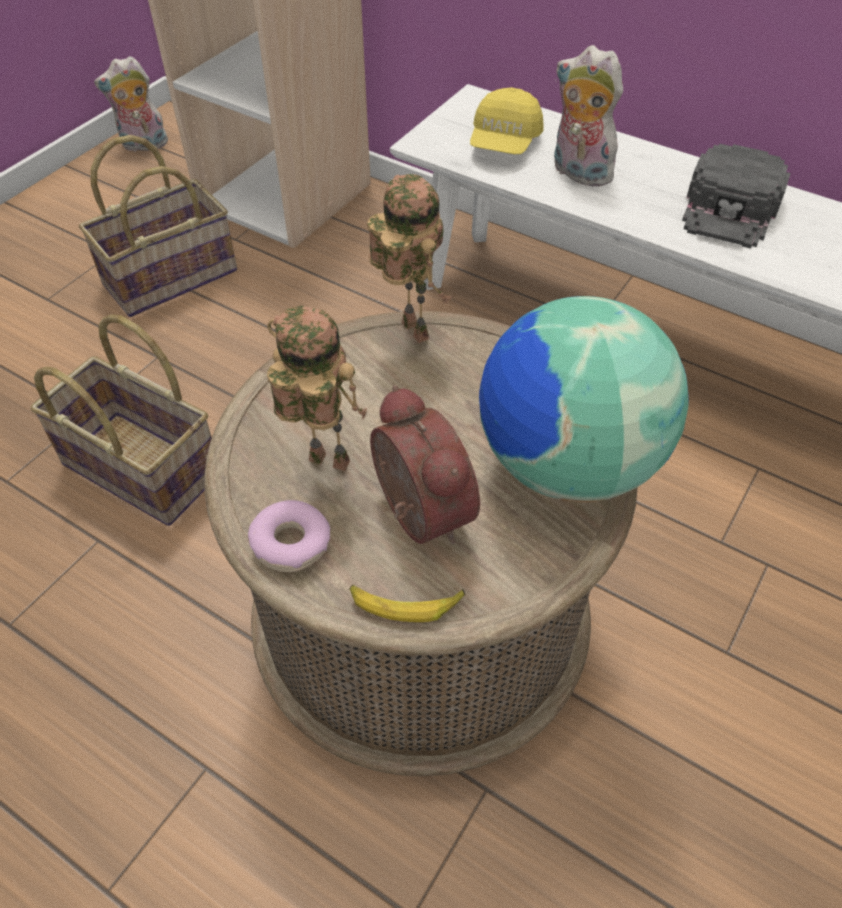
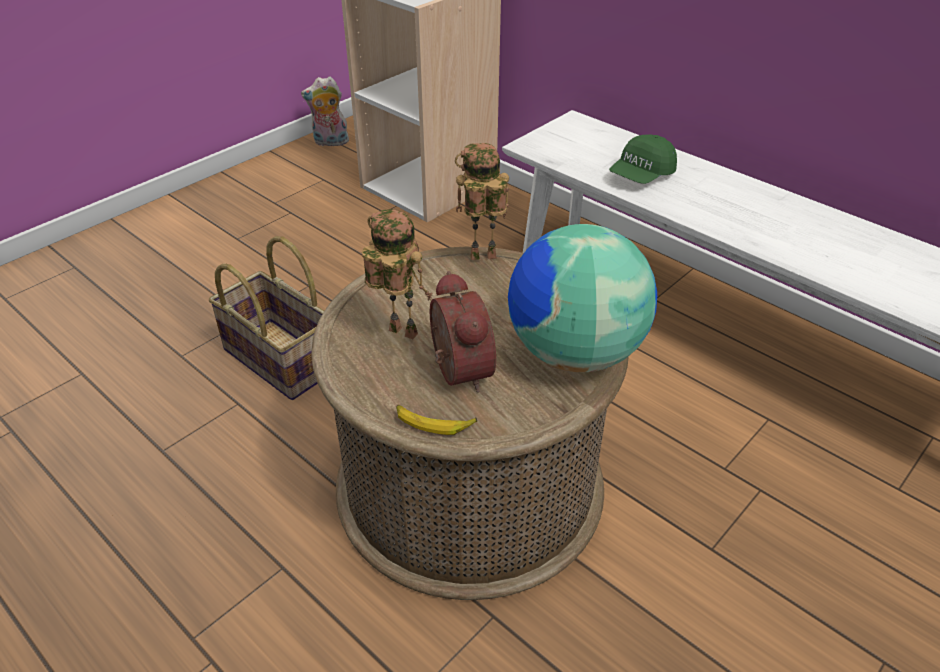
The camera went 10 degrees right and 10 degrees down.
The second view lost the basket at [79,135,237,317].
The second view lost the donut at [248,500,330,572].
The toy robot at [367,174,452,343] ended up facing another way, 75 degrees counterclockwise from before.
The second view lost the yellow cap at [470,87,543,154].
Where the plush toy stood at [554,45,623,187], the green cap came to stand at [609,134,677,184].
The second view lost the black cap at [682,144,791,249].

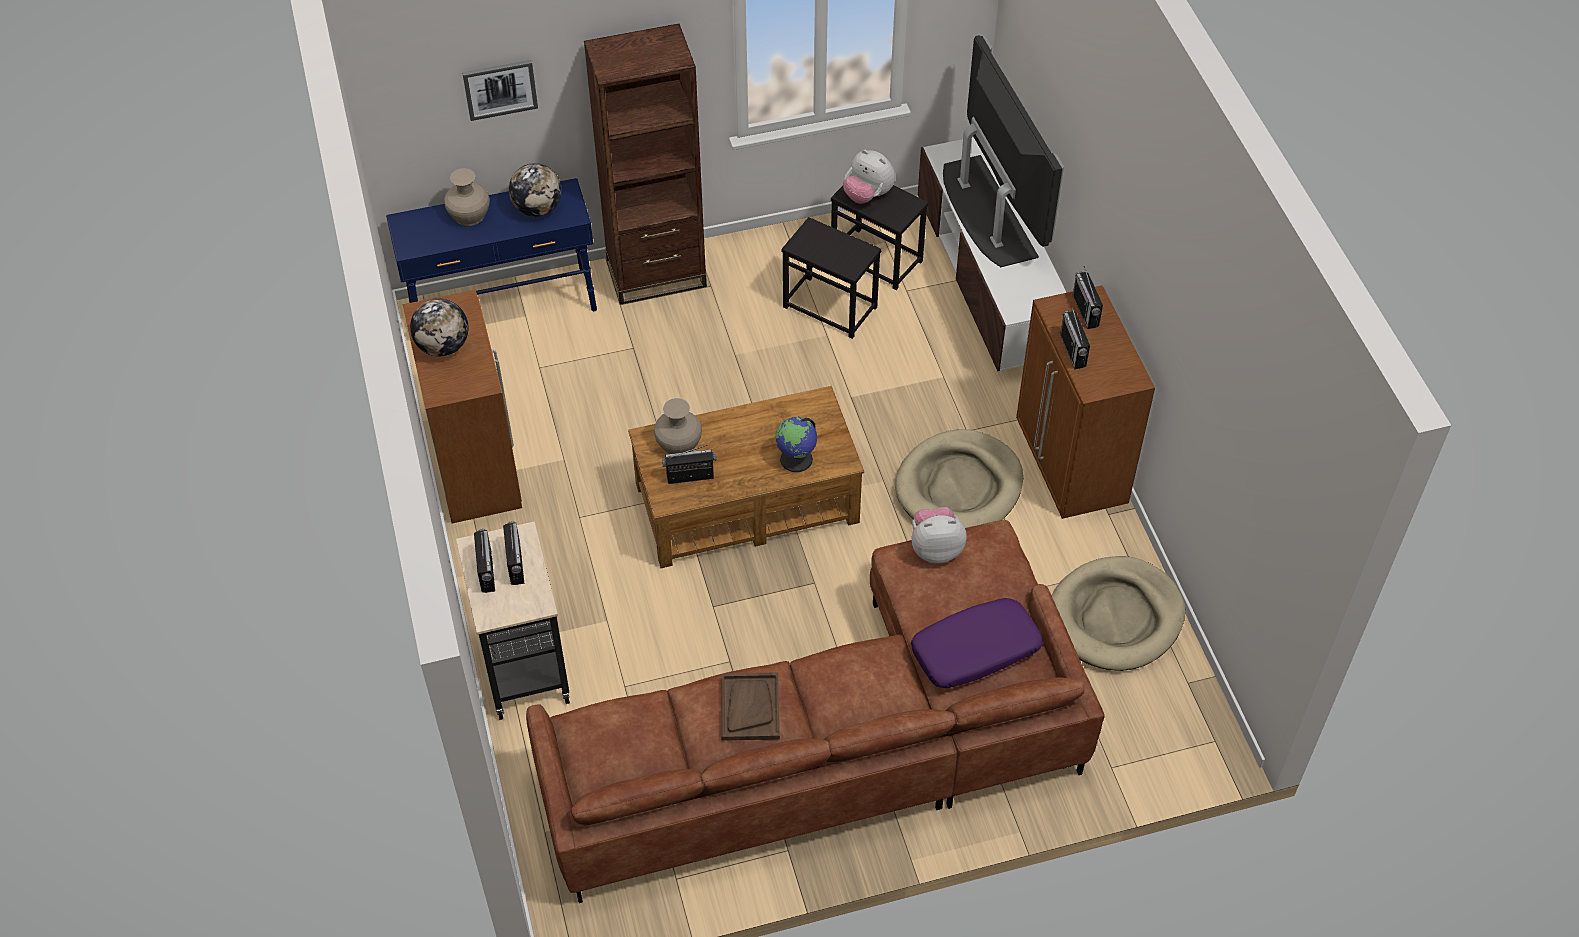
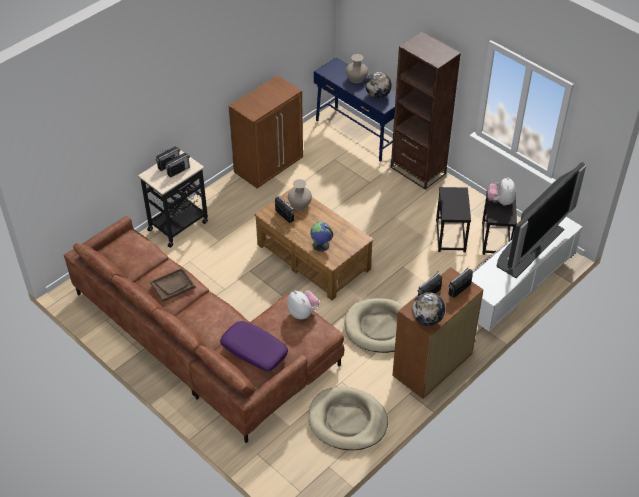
The camera went 60 degrees right and 5 degrees down.
The globe ended up elsewhere, having gone from [410,299,469,356] to [412,292,445,326].
The second view lost the picture at [462,60,538,121].

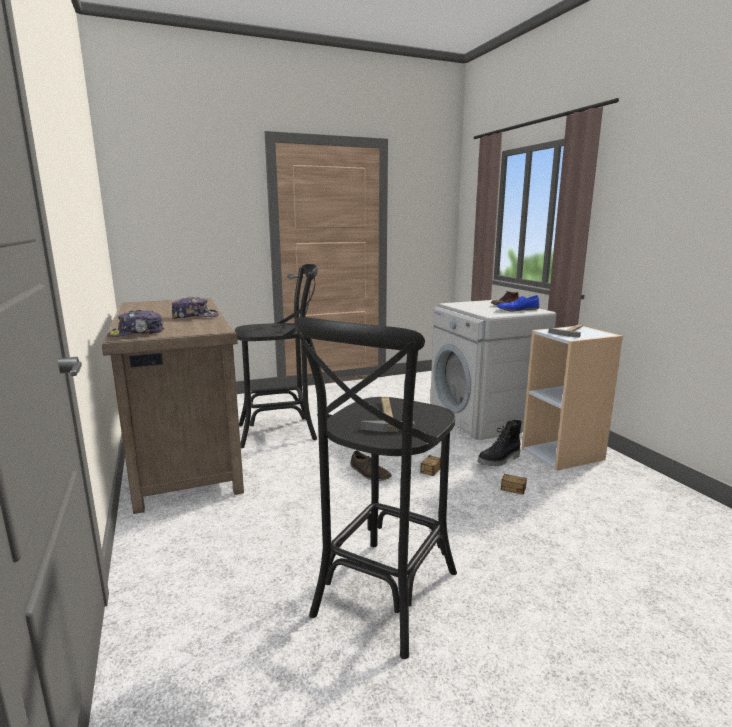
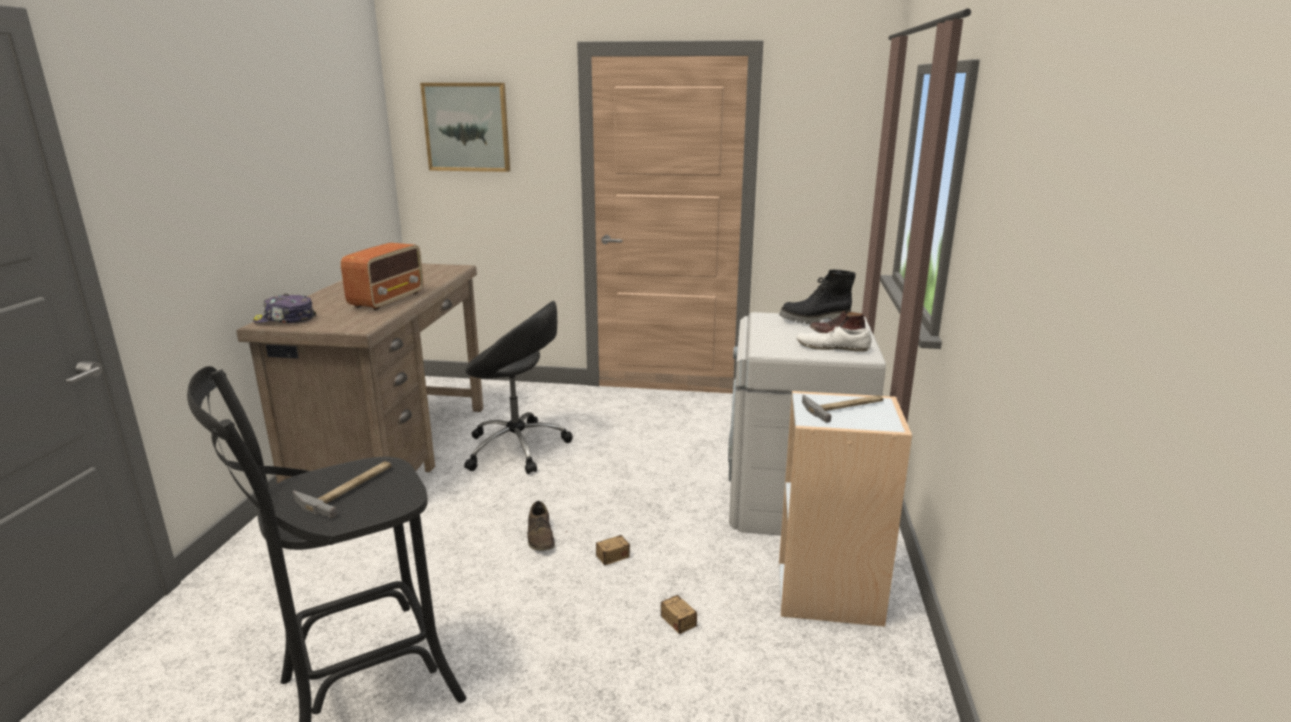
The camera went 30 degrees right and 5 degrees up.
Where the cap stood at [172,297,219,319], the radio came to stand at [341,243,423,310].
Where the black stool stood at [235,264,318,448], the black office chair came to stand at [464,301,573,474].
The black boot ended up elsewhere, having gone from [477,420,522,466] to [779,270,856,324].
What was the blue shoe at [497,295,539,311] turned into the white shoe at [796,327,872,352].
The second view gained the picture at [420,83,510,172].

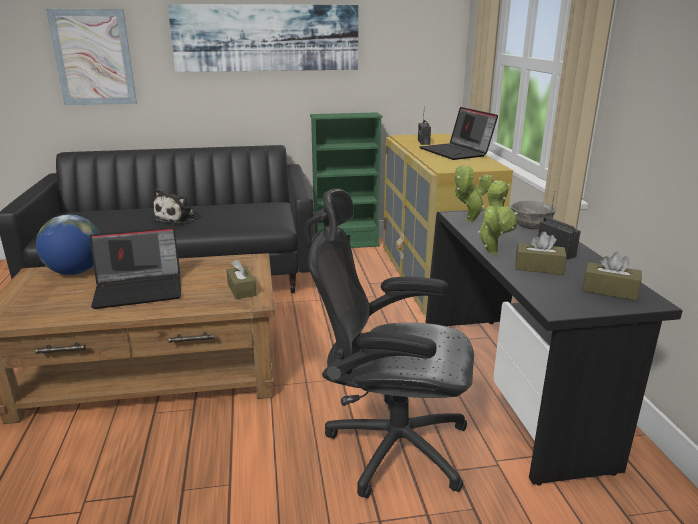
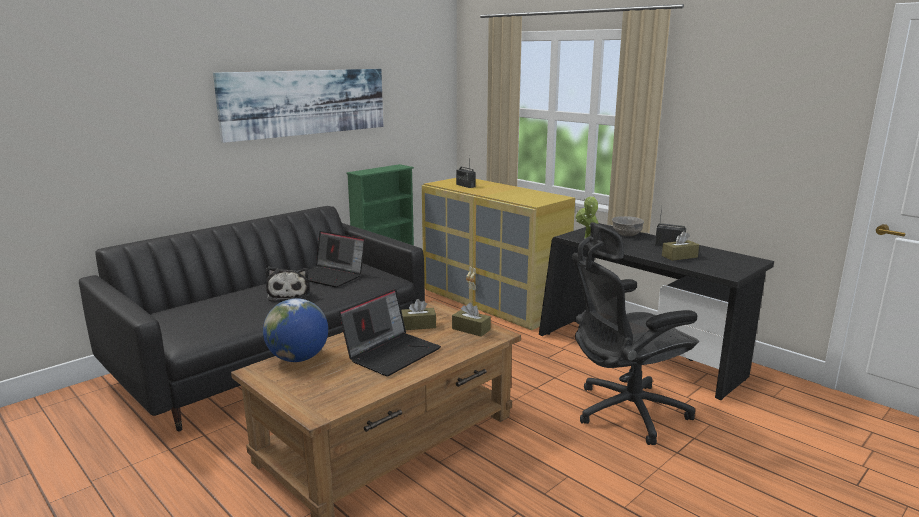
The camera went 35 degrees left and 5 degrees down.
The second view lost the picture at [46,9,137,105].
The laptop ended up elsewhere, having gone from [420,107,498,160] to [308,231,365,288].
The second view lost the potted plant at [478,180,518,255].
The brown tissue box ended up elsewhere, having gone from [582,252,641,300] to [401,299,436,330].

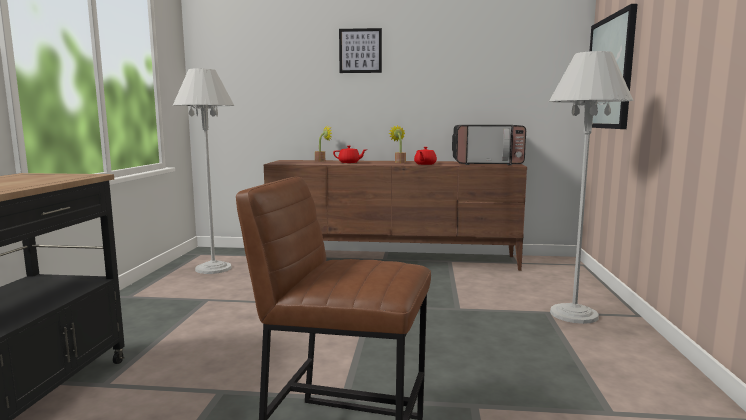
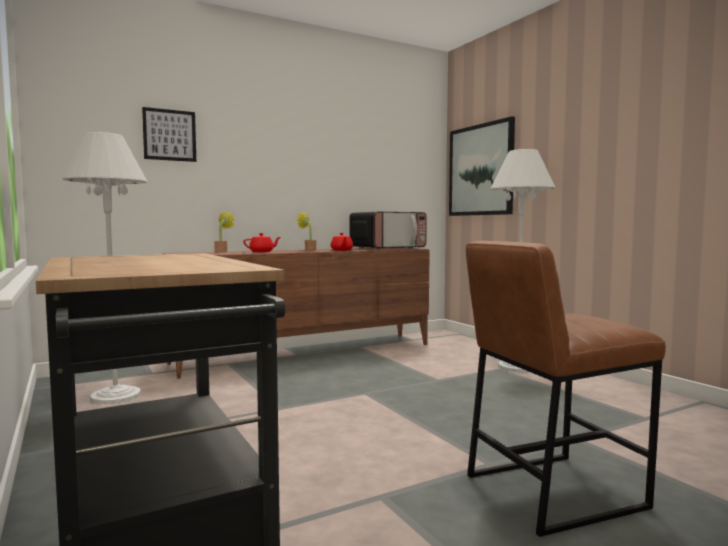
The camera went 35 degrees left and 5 degrees down.
The picture ended up elsewhere, having gone from [339,28,382,73] to [142,107,196,162].

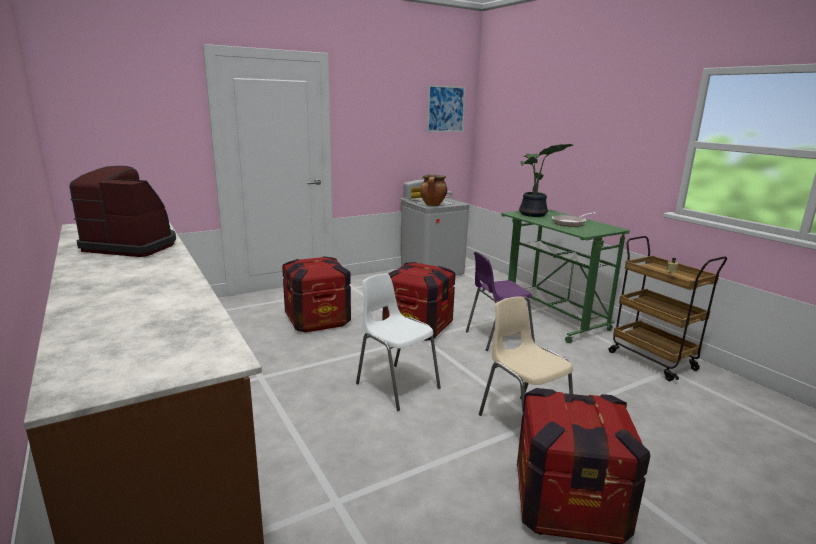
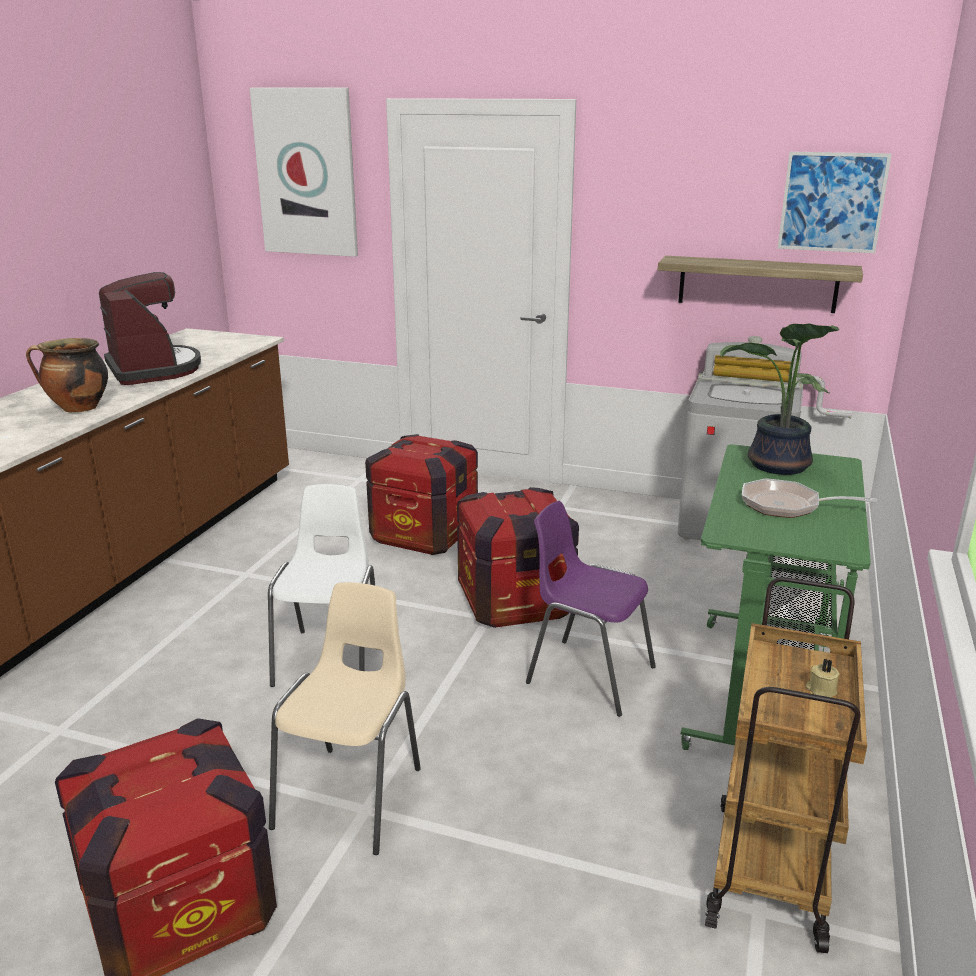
The camera went 50 degrees right and 5 degrees up.
The cooking pot ended up elsewhere, having gone from [420,175,447,206] to [26,338,108,412].
The second view gained the picture at [250,88,358,257].
The second view gained the shelf at [658,256,863,313].

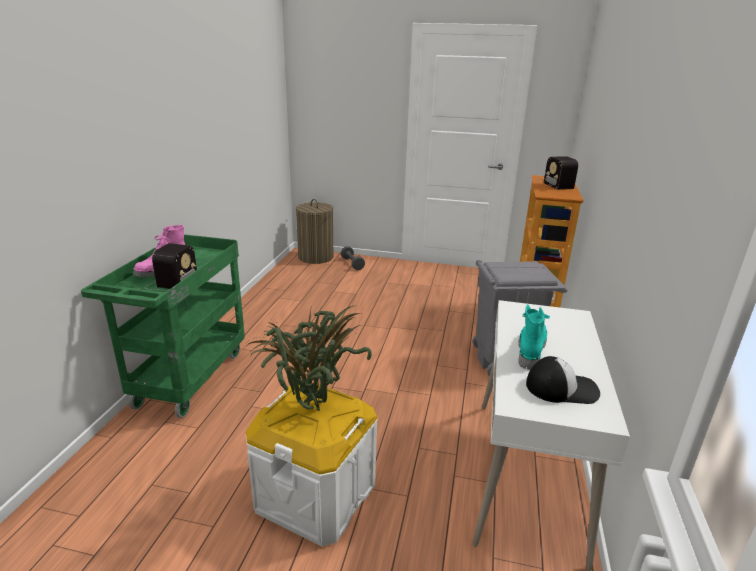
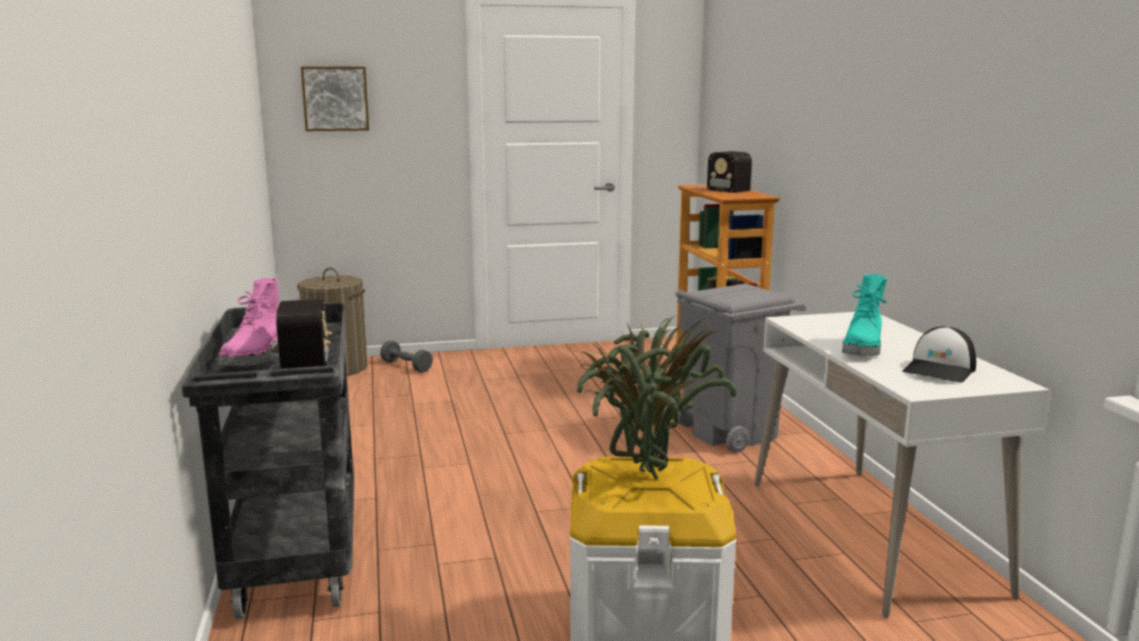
The camera went 25 degrees left and 10 degrees down.
What was the green cart at [81,234,245,418] turned into the black cart at [182,302,354,619].
The turquoise boot at [518,304,550,370] ended up facing another way, 150 degrees counterclockwise from before.
The cap at [526,356,600,404] ended up facing another way, 150 degrees clockwise from before.
The second view gained the picture at [301,66,369,131].

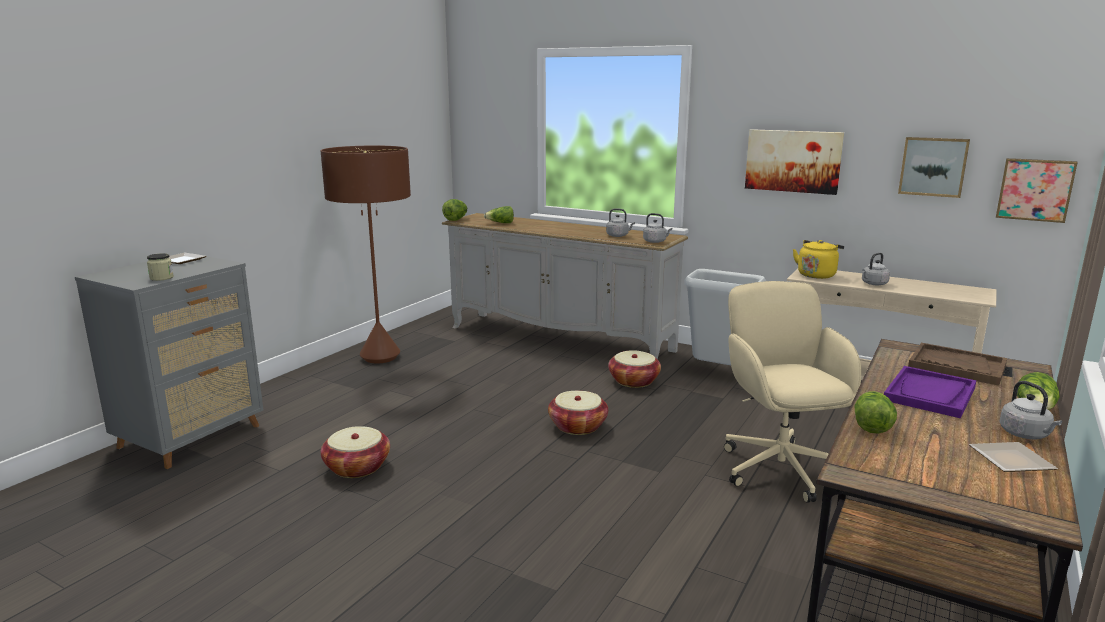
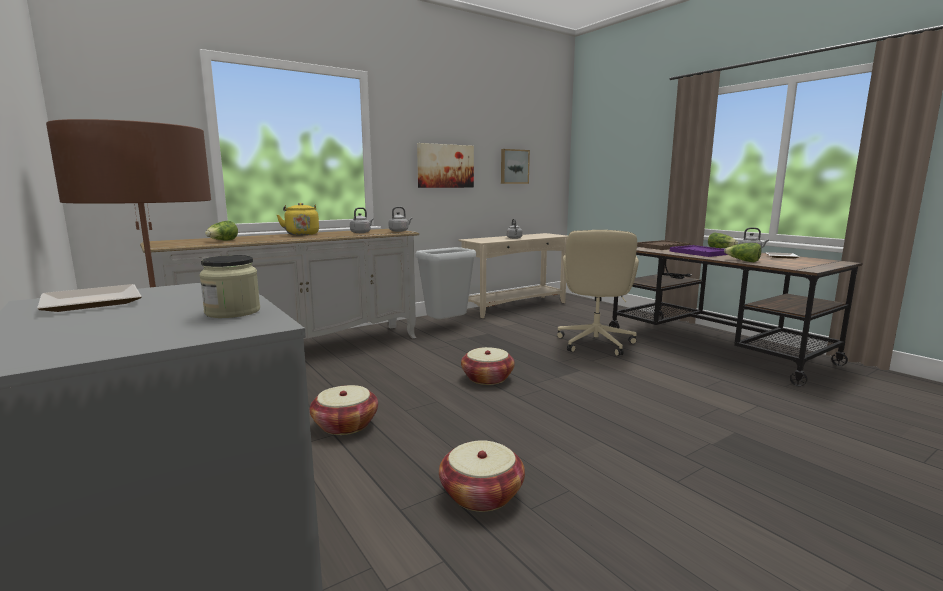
The camera went 65 degrees left and 5 degrees down.
The second view lost the lettuce at [442,199,467,221].
The basket ended up elsewhere, having gone from [608,350,661,388] to [310,385,378,435].
The beige office chair at [724,281,861,503] ended up facing another way, 90 degrees counterclockwise from before.
The yellow kettle ended up elsewhere, having gone from [793,240,844,279] to [277,203,319,235].
The second view lost the picture at [996,158,1078,223].

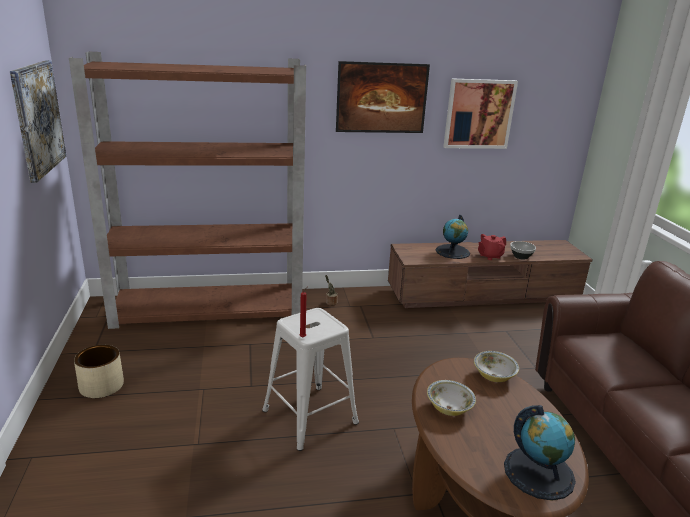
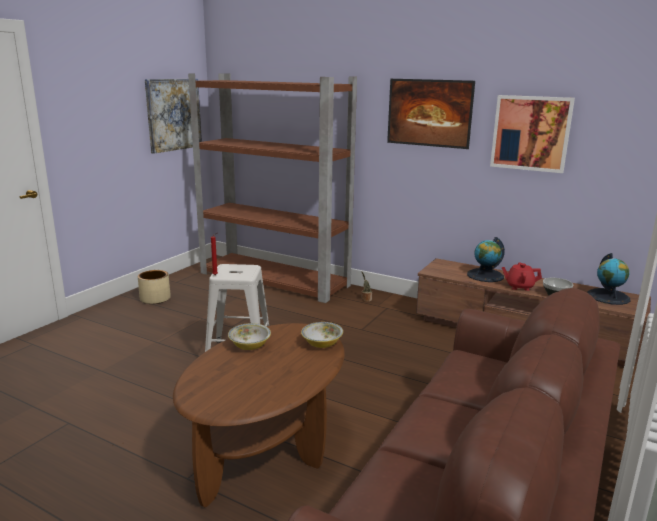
The camera went 40 degrees right and 5 degrees down.
The globe ended up elsewhere, having gone from [504,405,576,500] to [587,253,630,305].

